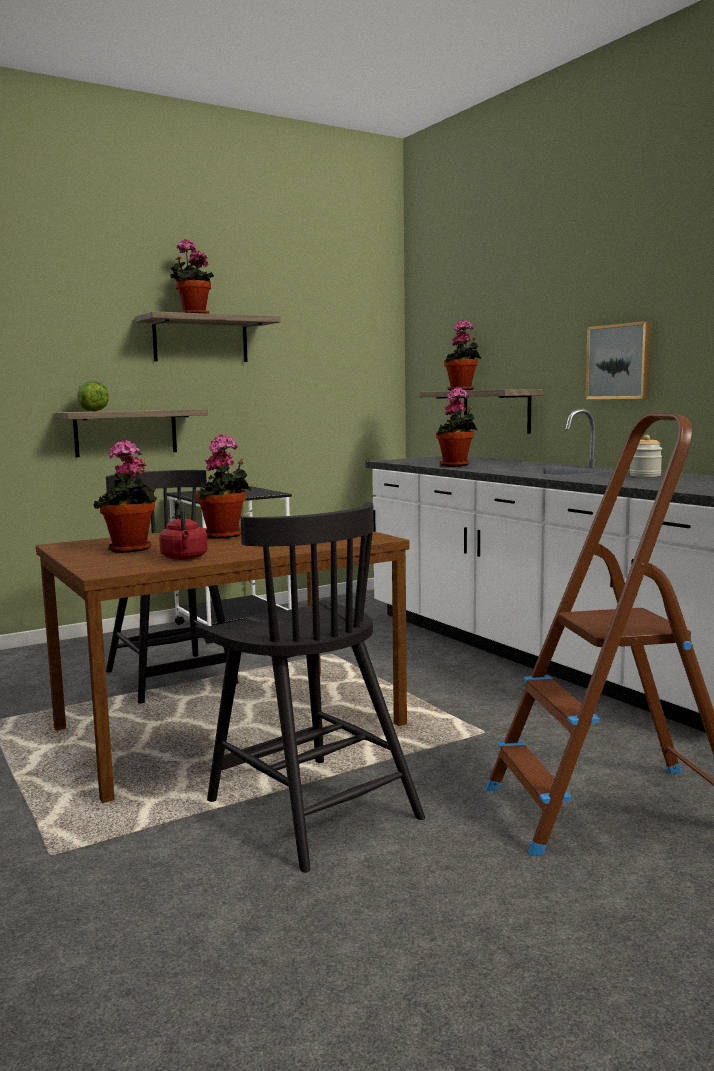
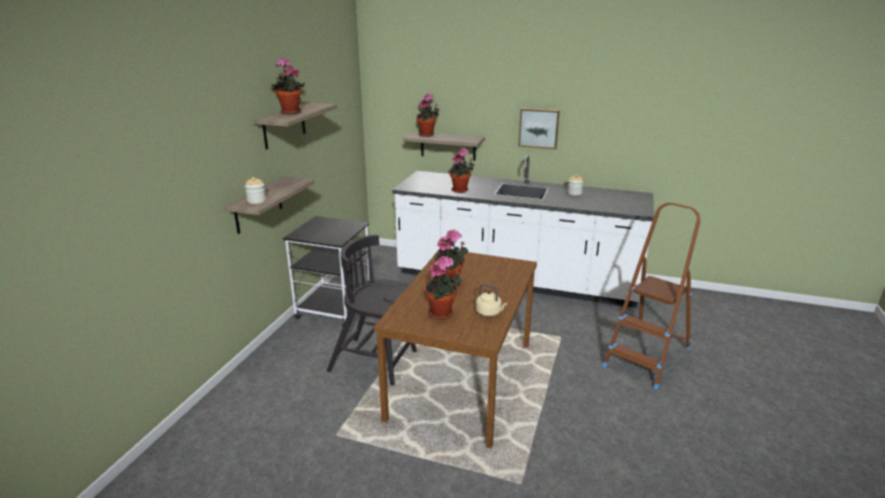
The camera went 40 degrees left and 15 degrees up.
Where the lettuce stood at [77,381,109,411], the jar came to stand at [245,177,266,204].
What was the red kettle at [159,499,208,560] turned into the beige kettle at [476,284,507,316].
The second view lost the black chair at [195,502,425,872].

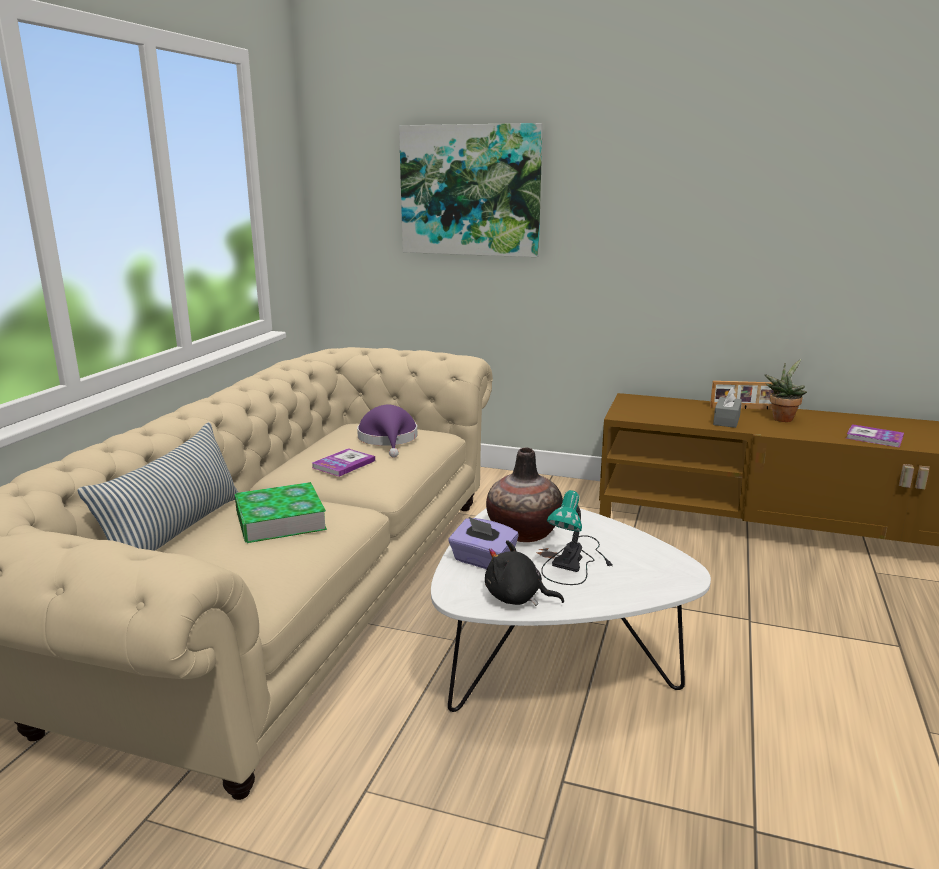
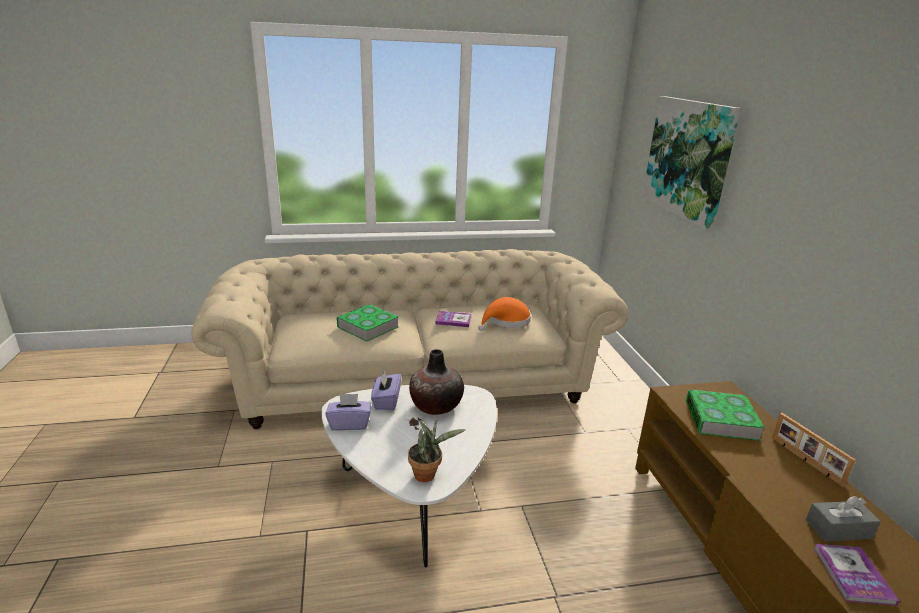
The camera went 60 degrees right and 5 degrees up.
The second view lost the pillow at [77,422,239,551].
What was the purple hat at [357,405,417,457] turned into the orange hat at [478,297,531,331].
Where the black plush toy stood at [485,540,564,606], the purple tissue box came to stand at [325,394,371,431].
The second view lost the table lamp at [541,490,613,585].
The grey tissue box ended up elsewhere, having gone from [713,387,742,428] to [806,496,881,541].
The potted plant ended up elsewhere, having gone from [765,359,807,422] to [408,419,466,482].
The second view gained the book at [686,389,765,441].

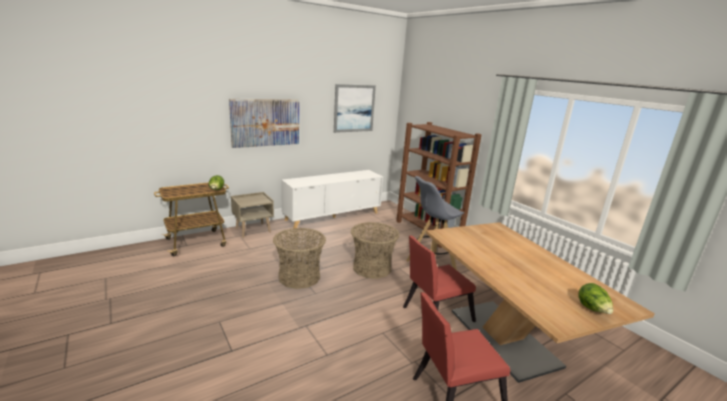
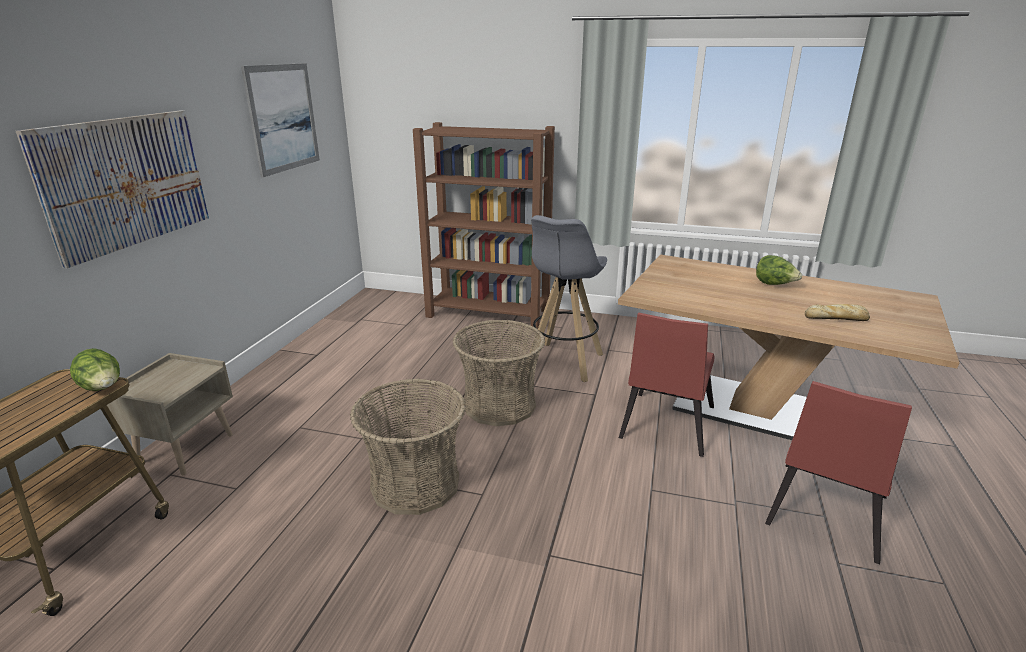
The camera went 40 degrees left and 5 degrees up.
The second view lost the white cabinet at [281,170,383,228].
The lettuce ended up elsewhere, having gone from [579,283,613,314] to [756,255,802,285].
The second view gained the bread at [805,304,870,321].

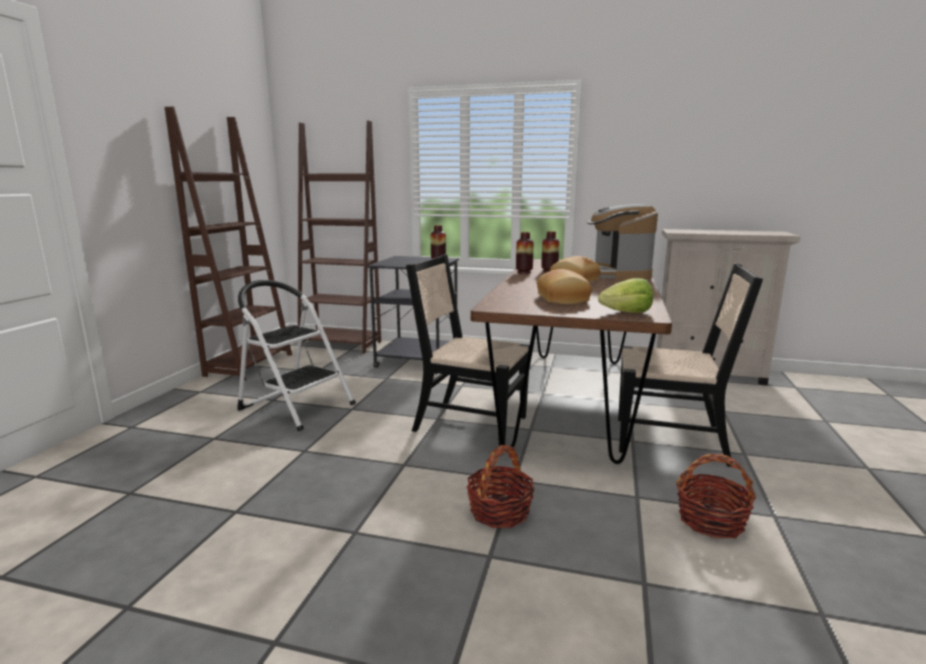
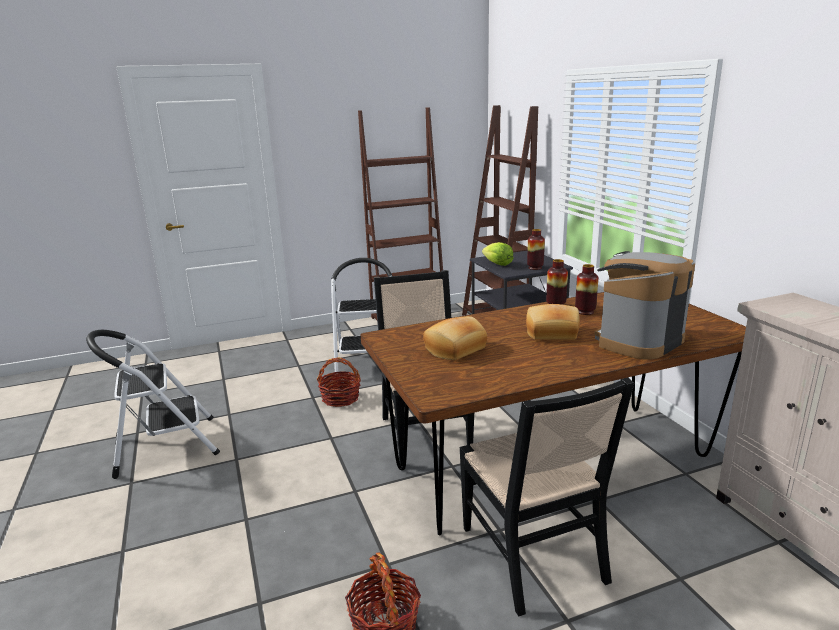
The camera went 55 degrees right and 5 degrees up.
The basket ended up elsewhere, having gone from [467,445,535,528] to [317,357,361,407].
The lettuce ended up elsewhere, having gone from [598,278,653,313] to [482,242,514,266].
The second view gained the step ladder at [86,330,220,479].

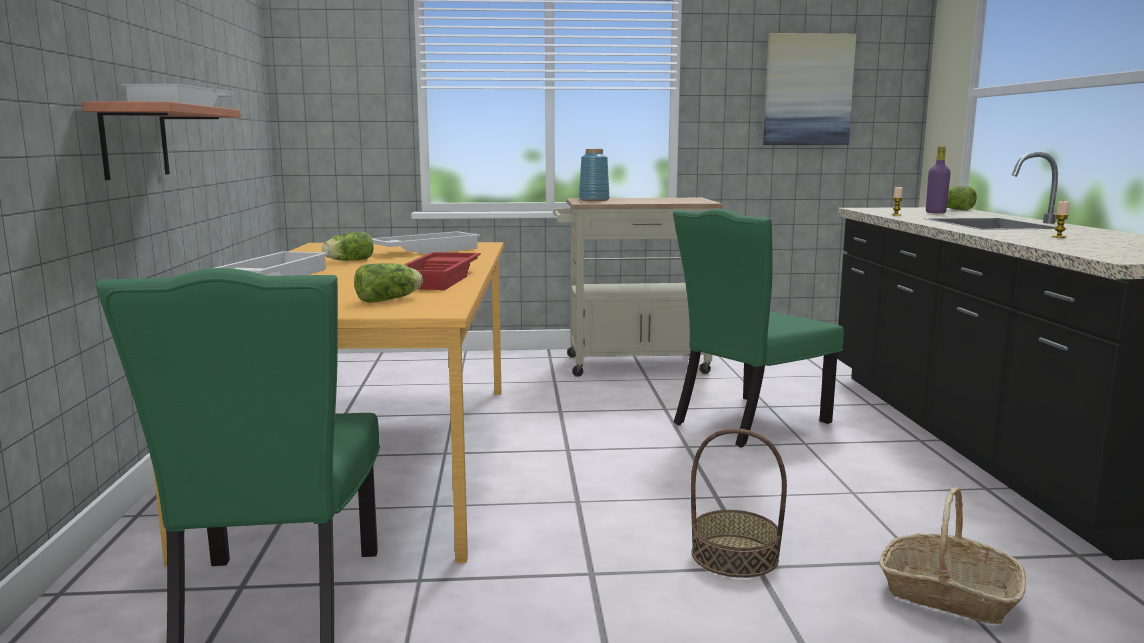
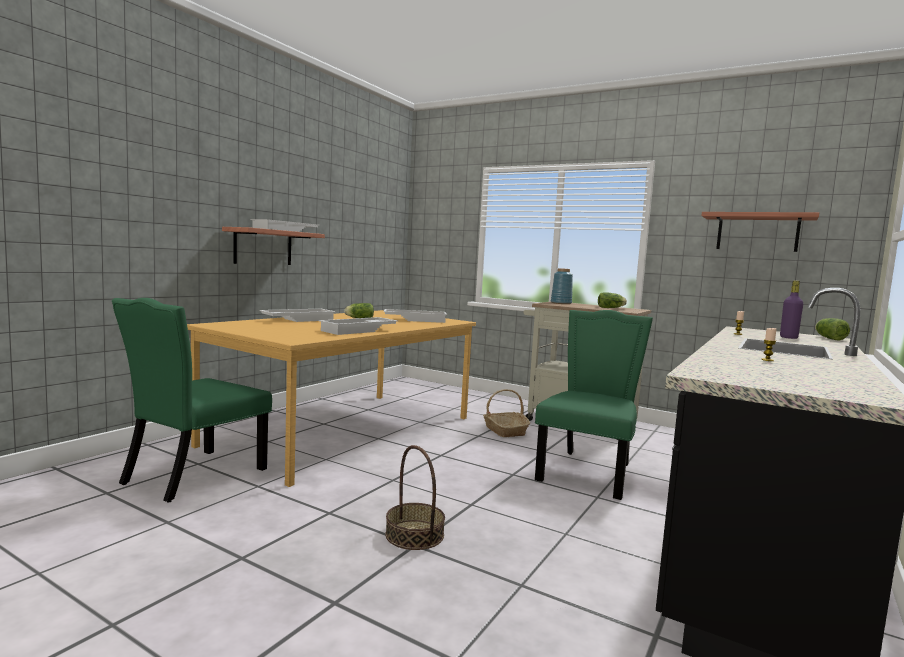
The camera went 35 degrees right and 5 degrees down.
The lettuce ended up elsewhere, having gone from [354,263,423,303] to [598,292,627,308].
What was the red tray at [404,252,481,290] turned into the white tray at [319,317,398,335].
The green chair at [673,209,844,447] ended up facing another way, 120 degrees clockwise from before.
Where the picture hung at [763,33,856,145], the shelf came to hang at [702,212,819,252].
The basket ended up elsewhere, having gone from [880,487,1026,624] to [483,389,530,437].

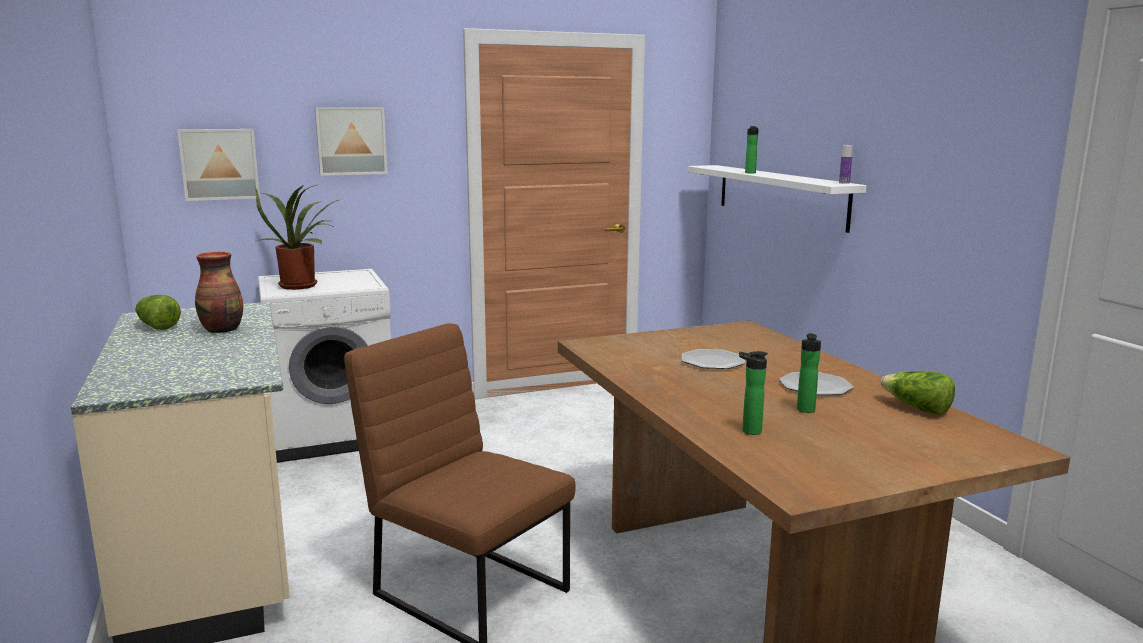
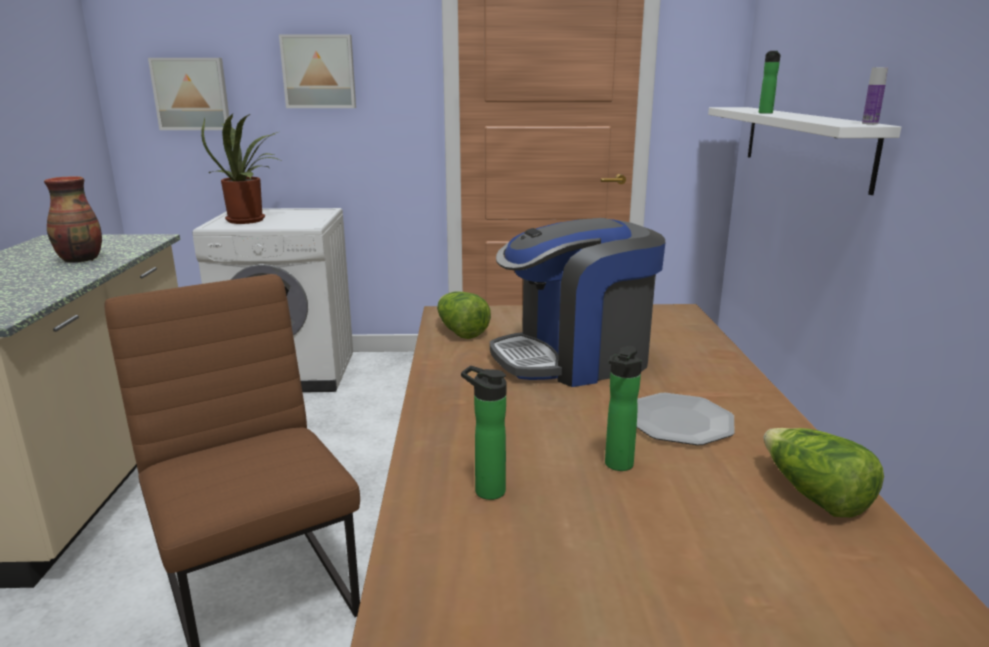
The camera went 20 degrees right and 5 degrees up.
The lettuce ended up elsewhere, having gone from [135,295,181,330] to [437,291,491,339].
Where the plate stood at [682,349,745,369], the coffee machine came to stand at [490,218,665,387].

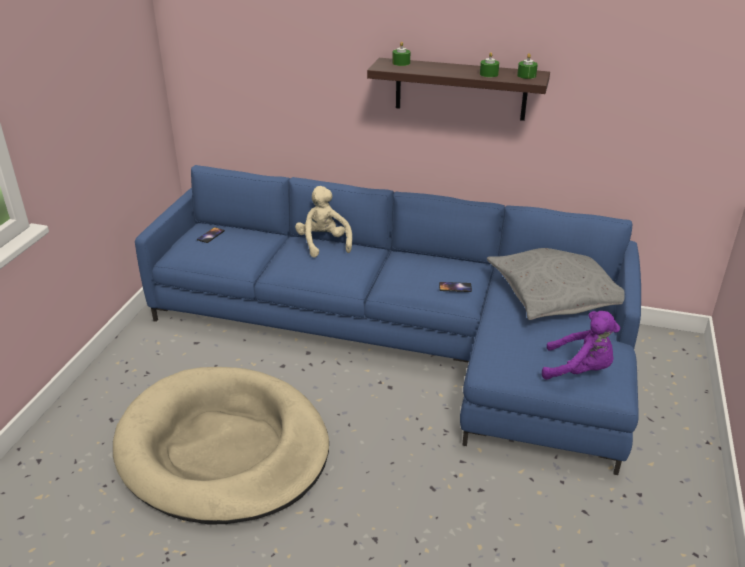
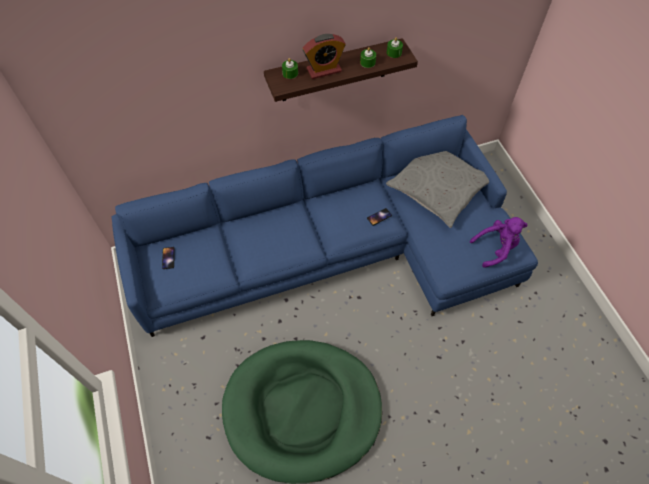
The camera went 35 degrees left and 25 degrees up.
What was the beige dog bed at [113,367,329,524] turned into the green dog bed at [222,340,382,484].
The second view lost the beige plush toy at [295,186,352,258].
The second view gained the alarm clock at [303,34,346,79].

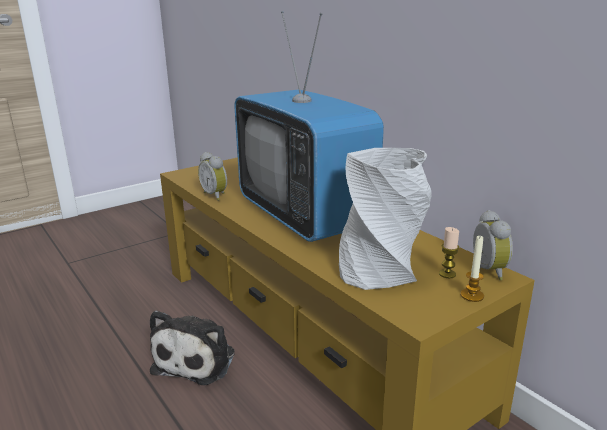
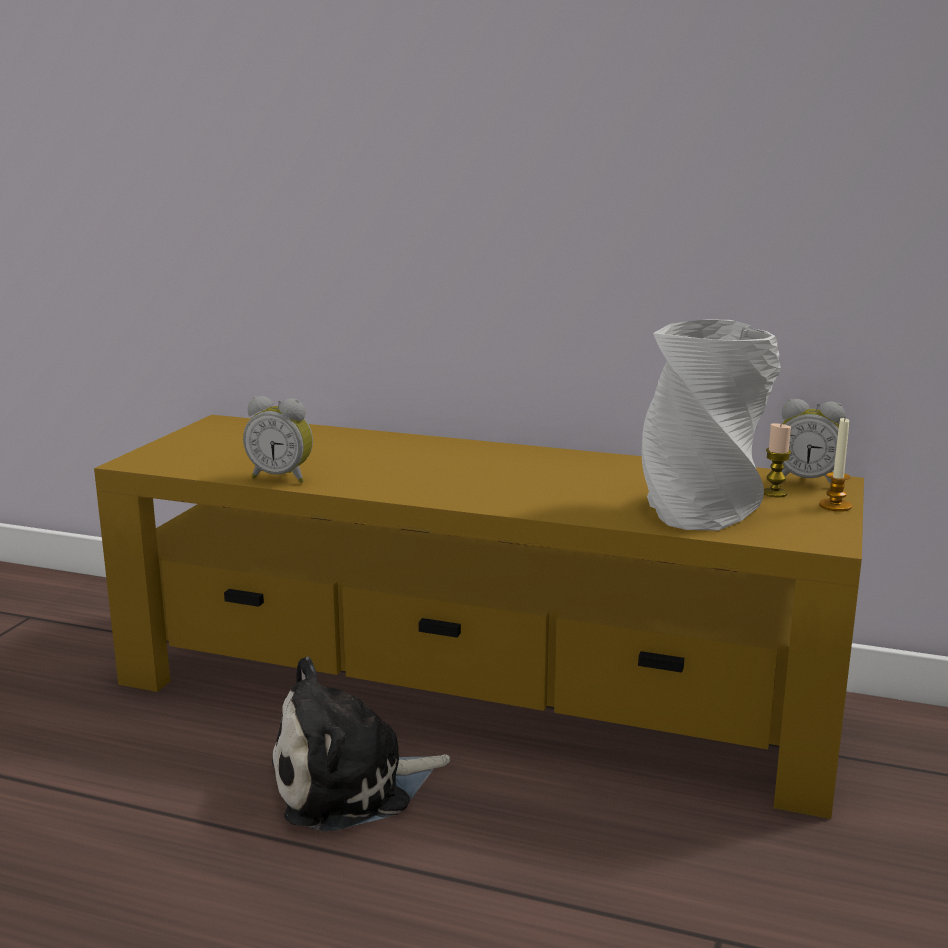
The camera went 35 degrees left and 5 degrees down.
The plush toy at [150,310,235,385] ended up facing another way, 90 degrees clockwise from before.
The second view lost the television at [234,11,384,242].
The alarm clock at [473,210,513,280] ended up facing another way, 150 degrees clockwise from before.

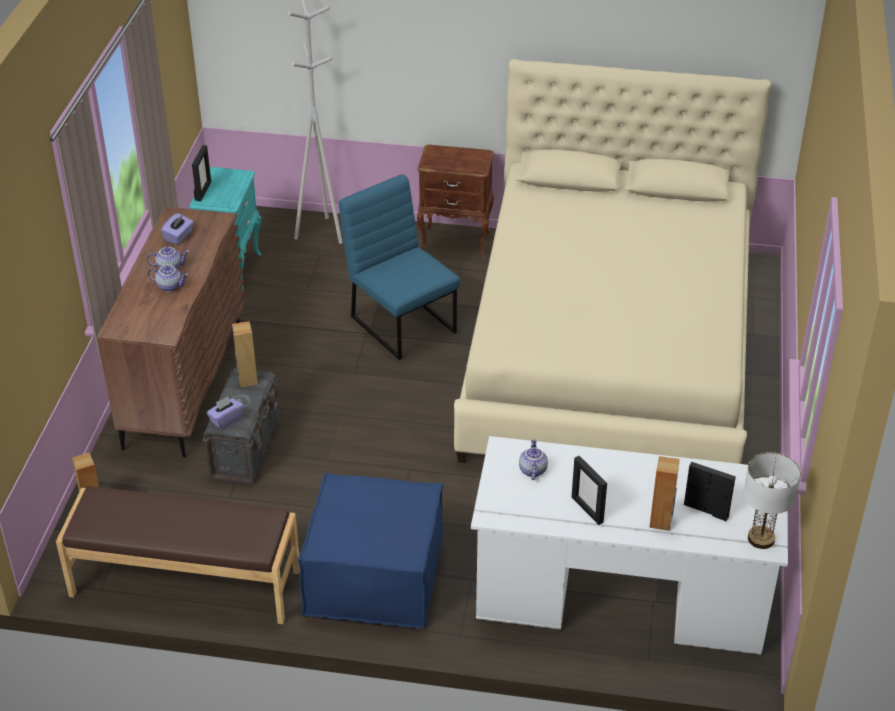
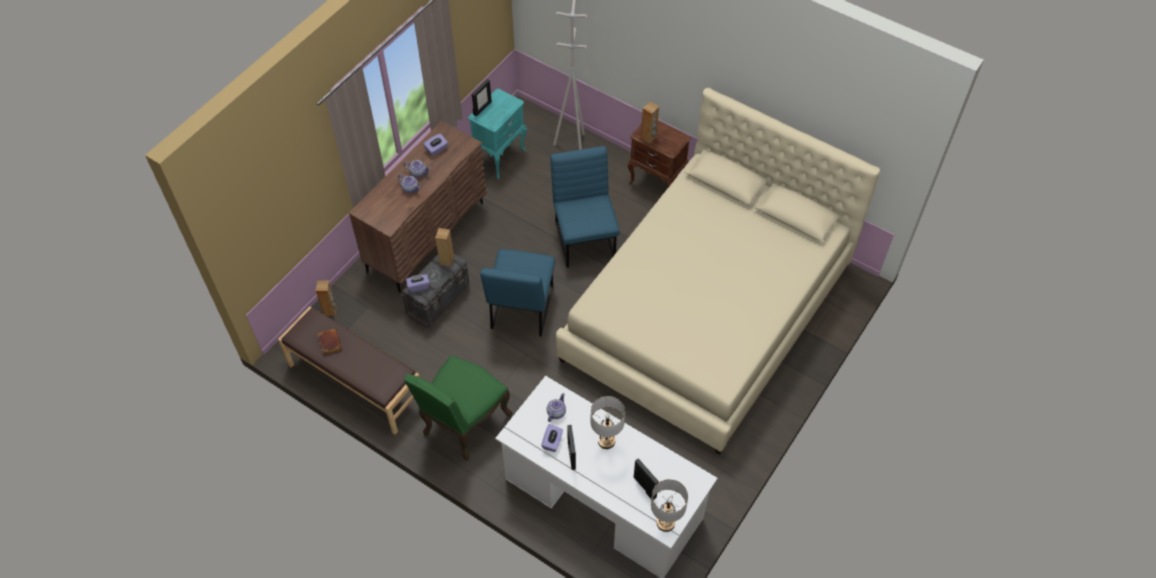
The camera went 25 degrees right and 15 degrees up.
Where the blue ottoman stood at [298,472,443,629], the green chair came to stand at [404,355,512,460].
The brown speaker ended up elsewhere, having gone from [649,456,680,531] to [641,102,659,144].
The second view gained the brown book at [318,329,342,355].
The second view gained the blue chair at [480,249,555,336].
The second view gained the purple tissue box at [541,424,563,452].
The second view gained the table lamp at [591,396,625,449].

